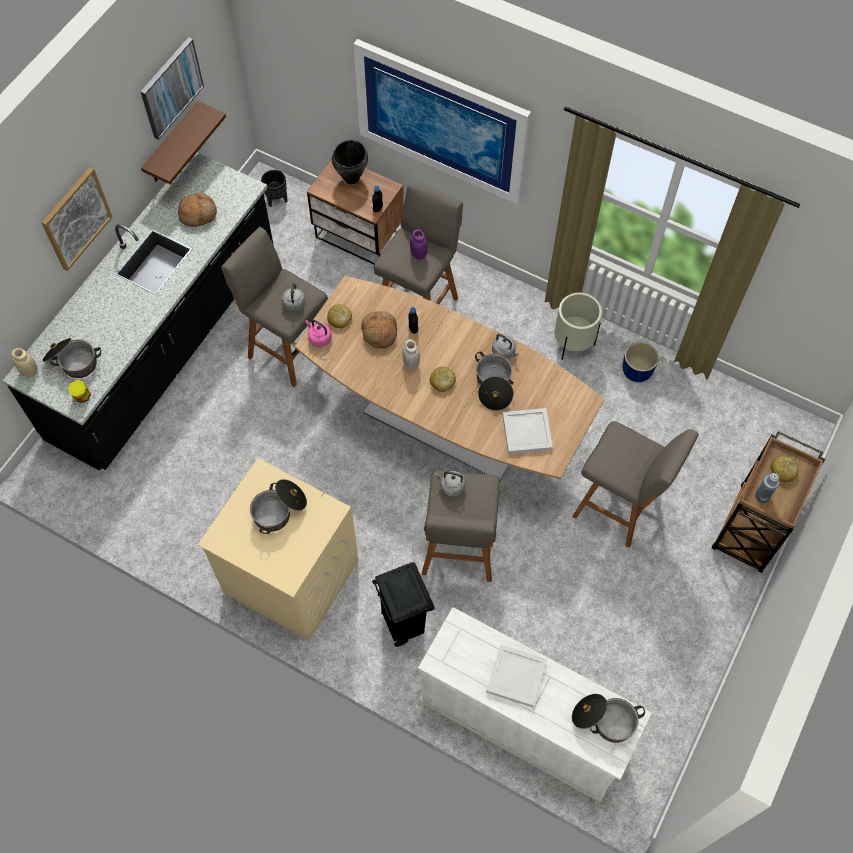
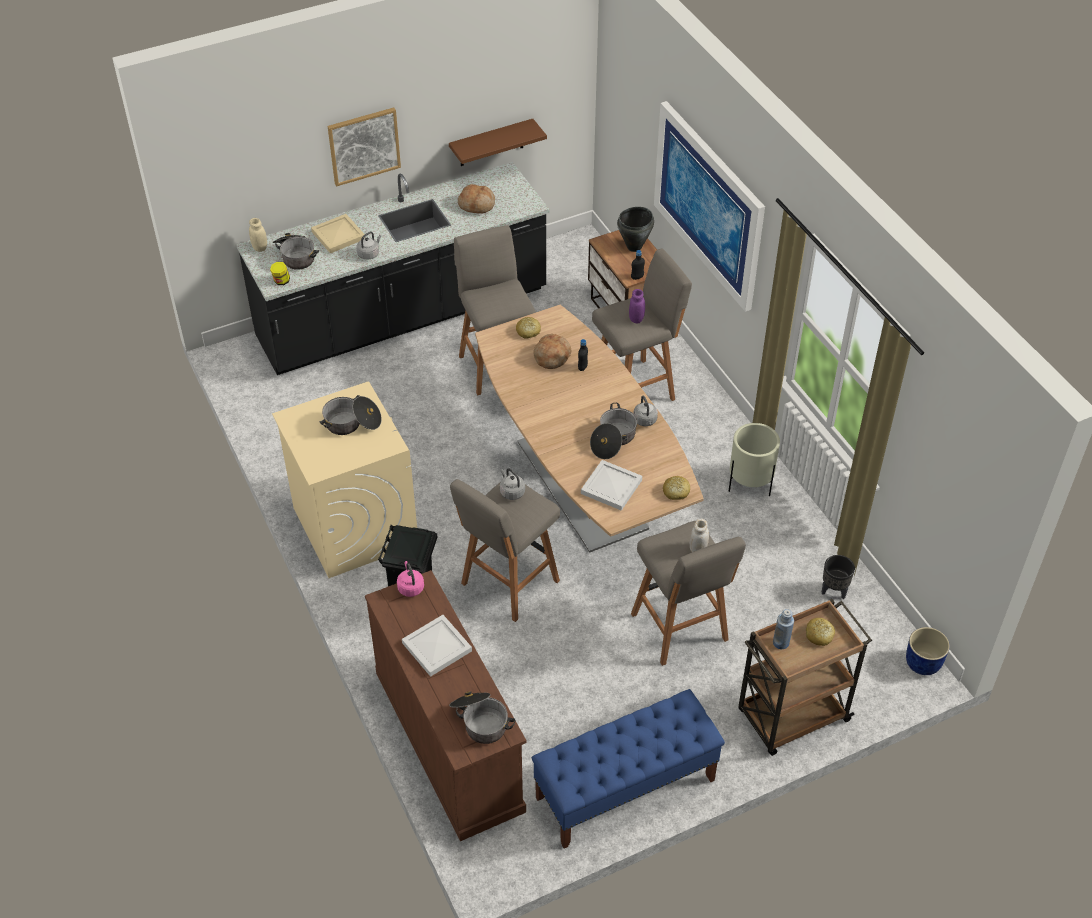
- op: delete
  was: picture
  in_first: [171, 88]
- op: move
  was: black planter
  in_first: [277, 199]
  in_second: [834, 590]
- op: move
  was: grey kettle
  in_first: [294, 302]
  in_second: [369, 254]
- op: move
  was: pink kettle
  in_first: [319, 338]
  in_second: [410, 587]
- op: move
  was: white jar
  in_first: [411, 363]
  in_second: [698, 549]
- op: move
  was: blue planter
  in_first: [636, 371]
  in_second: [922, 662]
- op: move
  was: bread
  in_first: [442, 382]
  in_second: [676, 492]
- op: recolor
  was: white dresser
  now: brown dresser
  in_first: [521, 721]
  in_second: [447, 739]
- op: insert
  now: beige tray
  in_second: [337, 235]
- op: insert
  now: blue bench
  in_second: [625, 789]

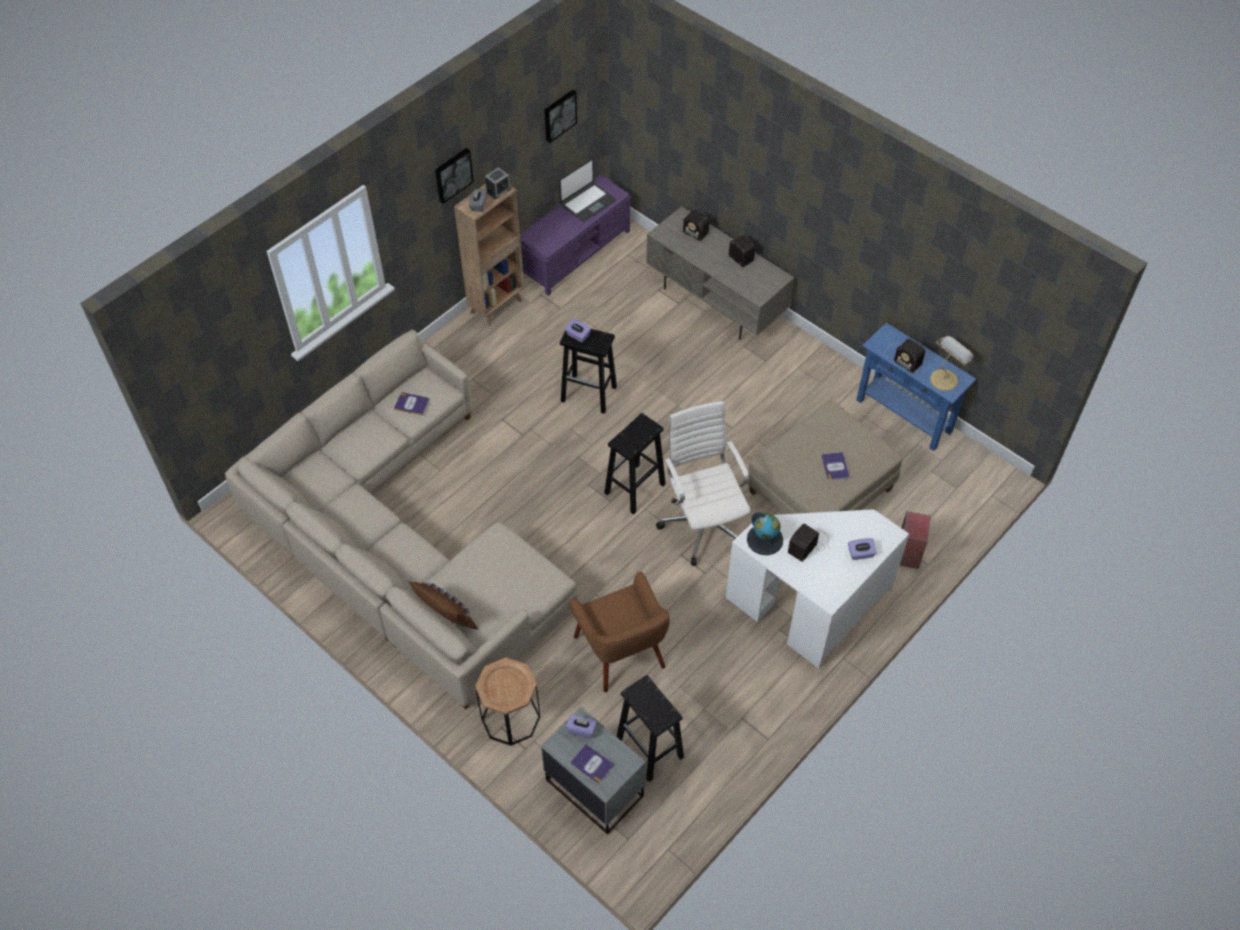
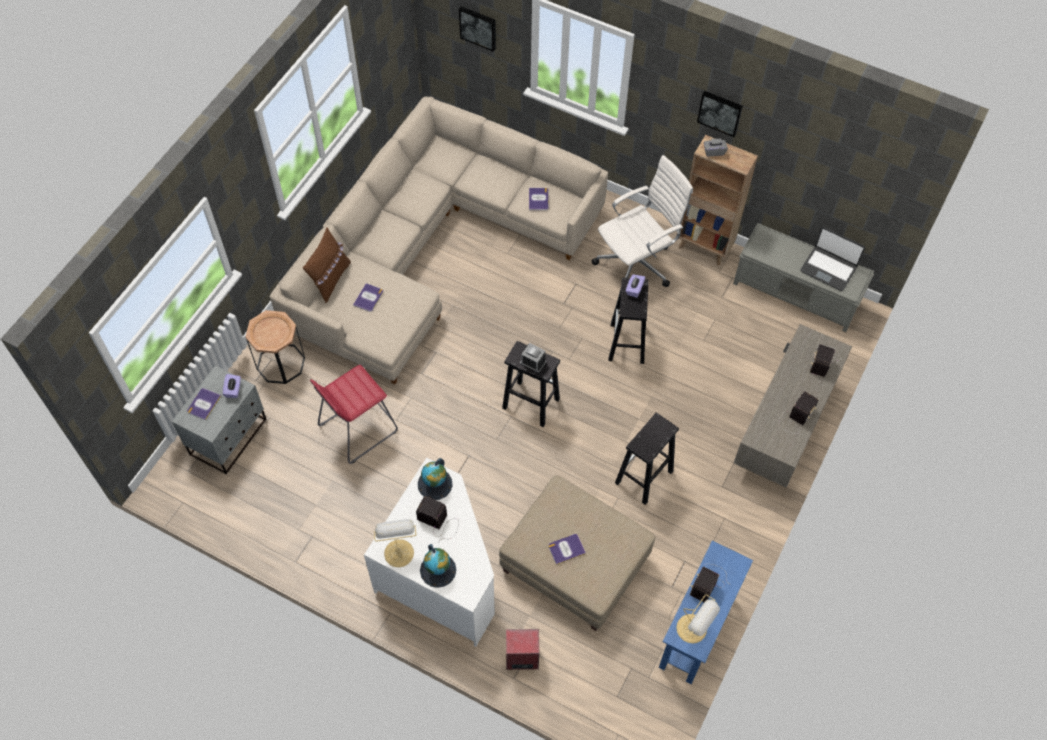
- op: move
  was: picture
  in_first: [559, 115]
  in_second: [478, 27]
- op: move
  was: alarm clock
  in_first: [498, 190]
  in_second: [533, 362]
- op: recolor
  was: purple bench
  now: grey bench
  in_first: [575, 252]
  in_second: [797, 293]
- op: move
  was: white office chair
  in_first: [704, 523]
  in_second: [637, 263]
- op: replace
  was: purple tissue box
  now: globe
  in_first: [860, 554]
  in_second: [438, 570]
- op: replace
  was: brown armchair
  now: red stool
  in_first: [620, 652]
  in_second: [358, 429]
- op: move
  was: black stool
  in_first: [650, 749]
  in_second: [643, 478]
- op: insert
  now: book
  in_second: [368, 298]
- op: insert
  now: table lamp
  in_second: [398, 551]

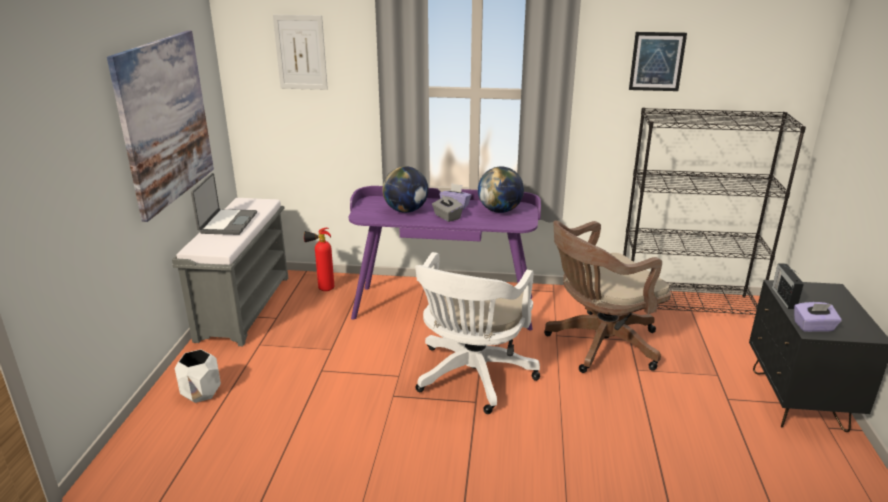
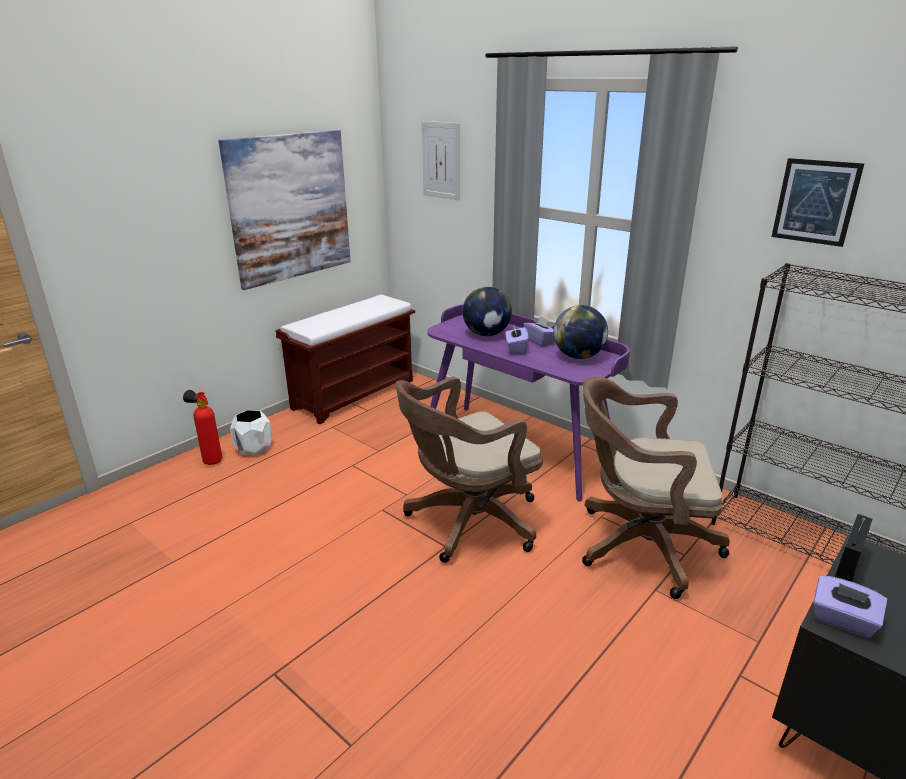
- op: delete
  was: laptop
  in_first: [227, 223]
- op: recolor
  was: grey tissue box
  now: purple tissue box
  in_first: [447, 217]
  in_second: [516, 349]
- op: recolor
  was: grey bench
  now: brown bench
  in_first: [244, 307]
  in_second: [354, 394]
- op: move
  was: fire extinguisher
  in_first: [322, 289]
  in_second: [210, 460]
- op: recolor
  was: white office chair
  now: brown office chair
  in_first: [472, 378]
  in_second: [467, 523]

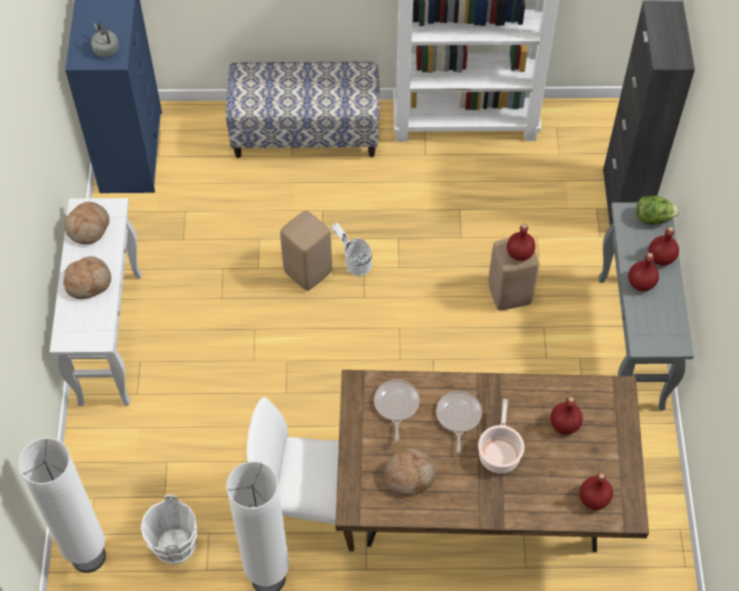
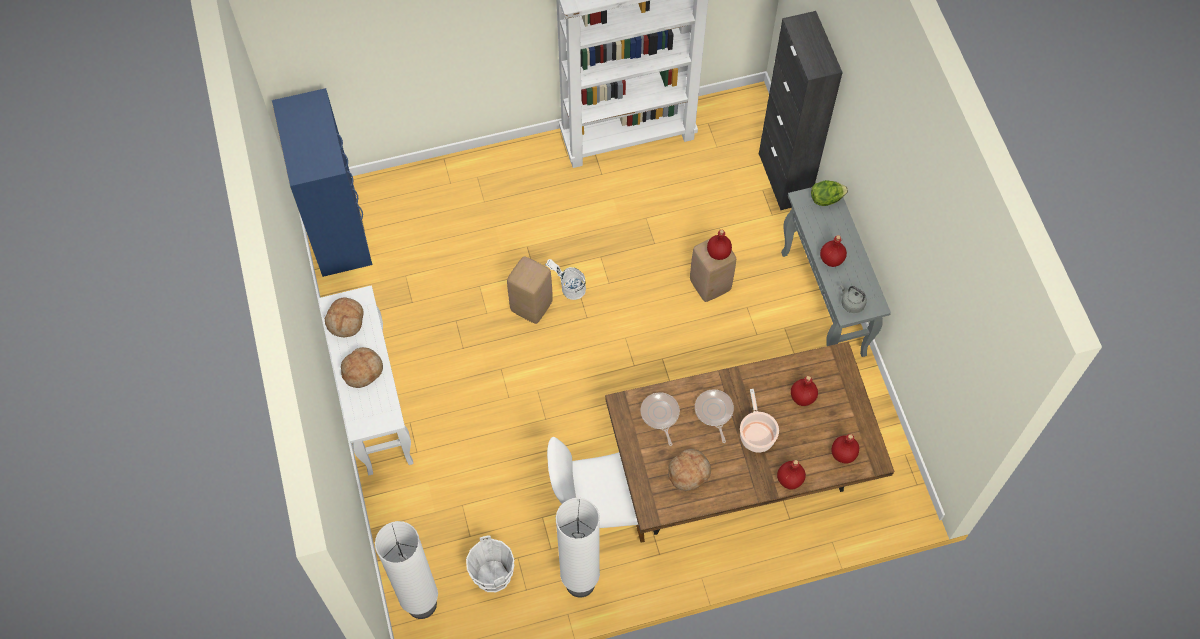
- op: move
  was: grey kettle
  in_first: [105, 48]
  in_second: [851, 303]
- op: delete
  was: bench
  in_first: [305, 133]
- op: move
  was: red bottle
  in_first: [661, 258]
  in_second: [790, 479]

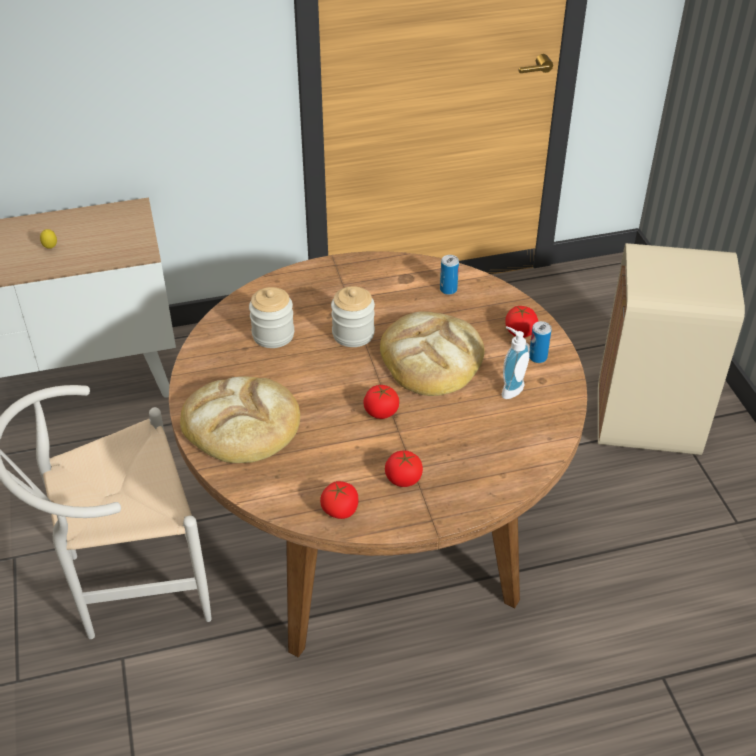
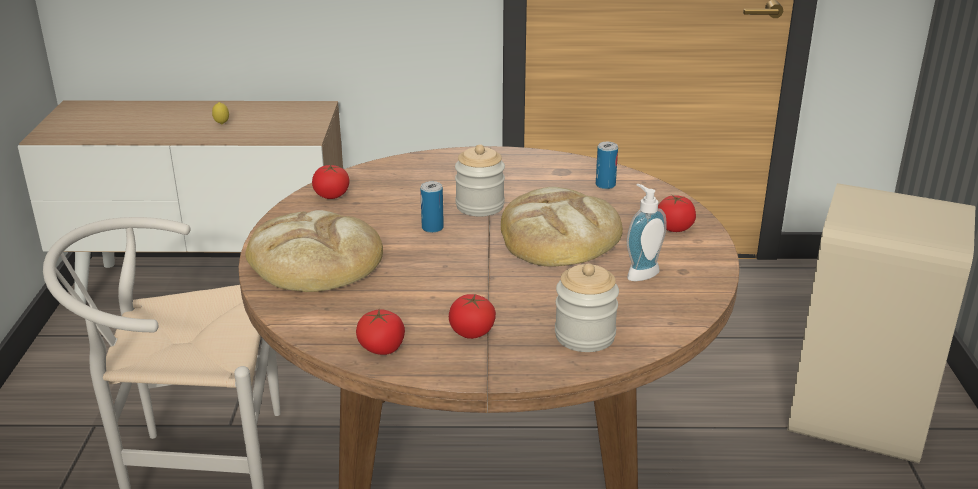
- op: move
  was: jar
  in_first: [273, 335]
  in_second: [585, 336]
- op: move
  was: can
  in_first: [537, 357]
  in_second: [432, 228]
- op: move
  was: tomato
  in_first: [381, 412]
  in_second: [331, 195]

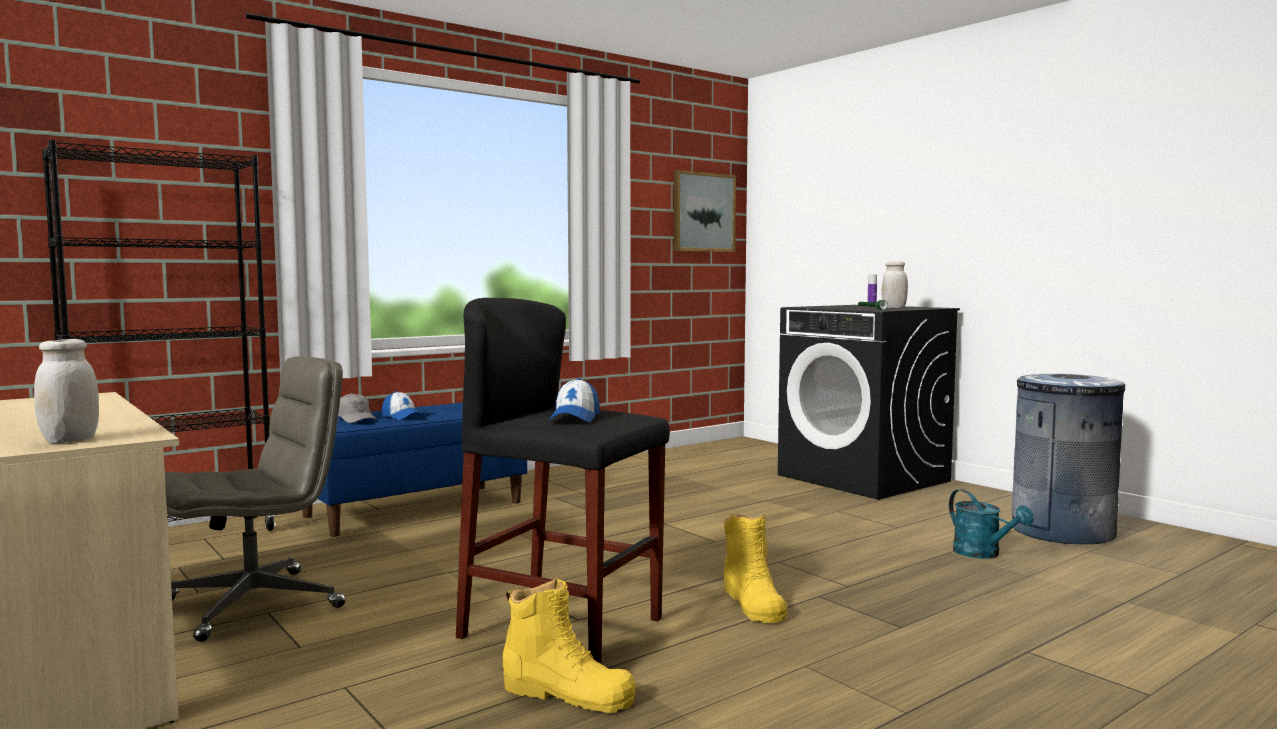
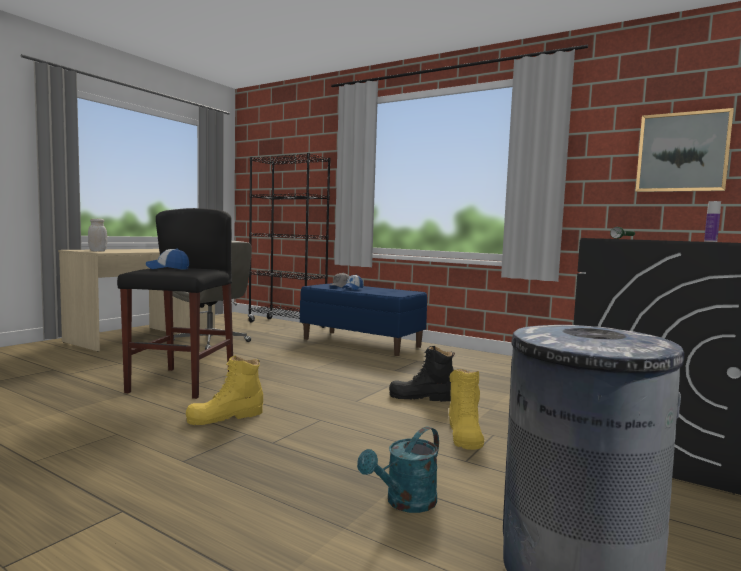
- op: delete
  was: white jar
  in_first: [894, 308]
- op: move
  was: yellow boot
  in_first: [568, 694]
  in_second: [464, 434]
- op: insert
  now: black boot
  in_second: [421, 397]

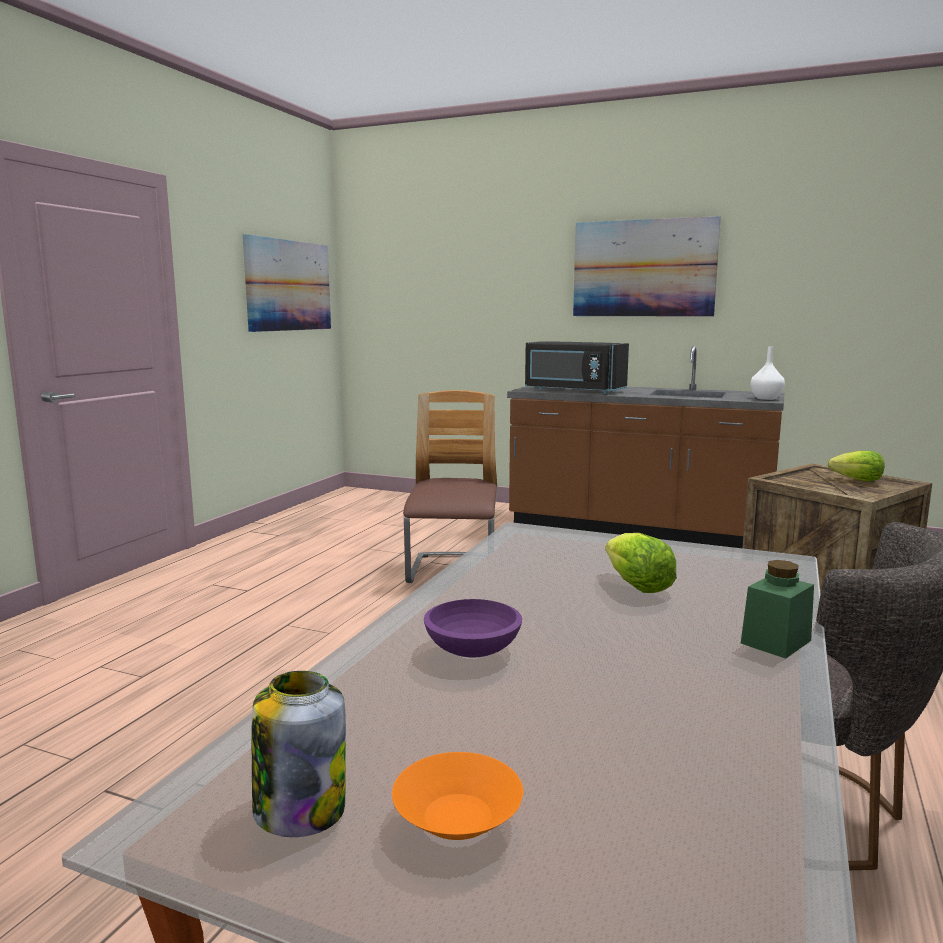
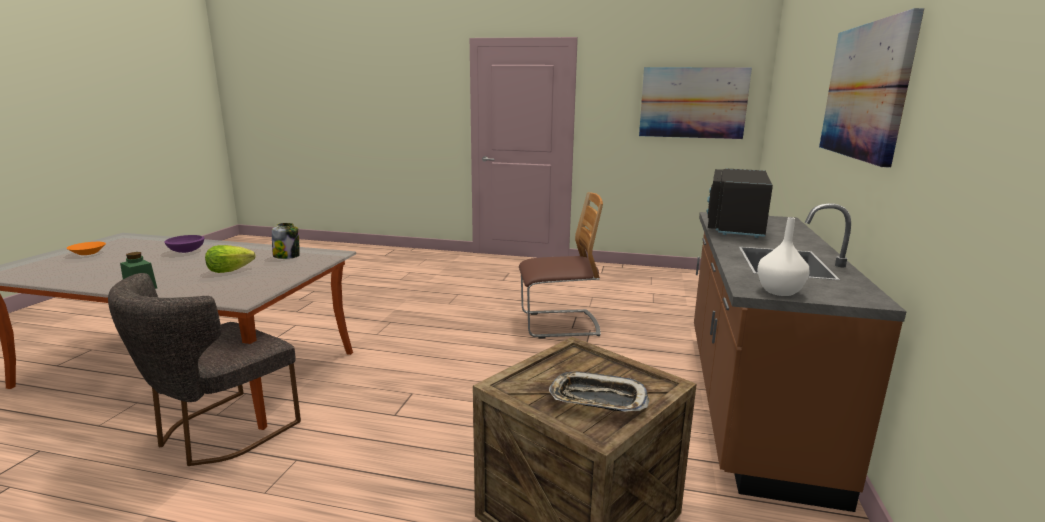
- op: replace
  was: lettuce
  now: tray
  in_first: [857, 480]
  in_second: [597, 399]
- op: move
  was: jar
  in_first: [299, 808]
  in_second: [287, 256]

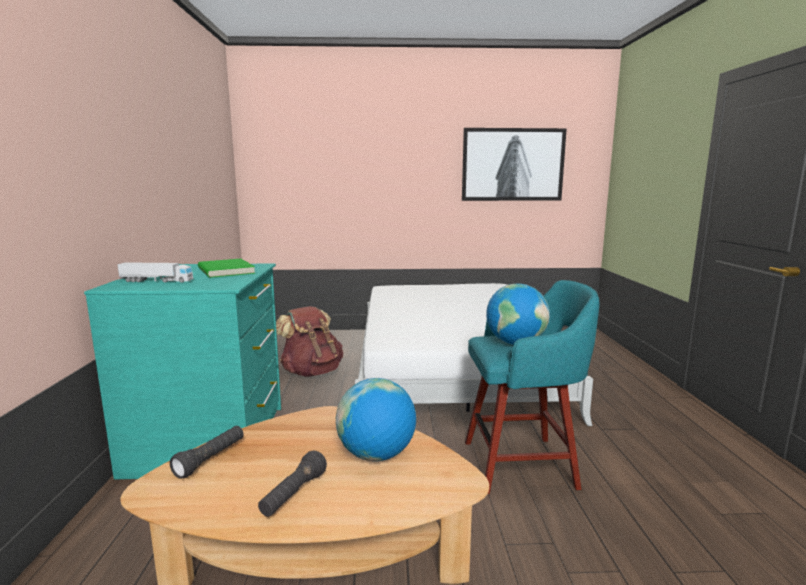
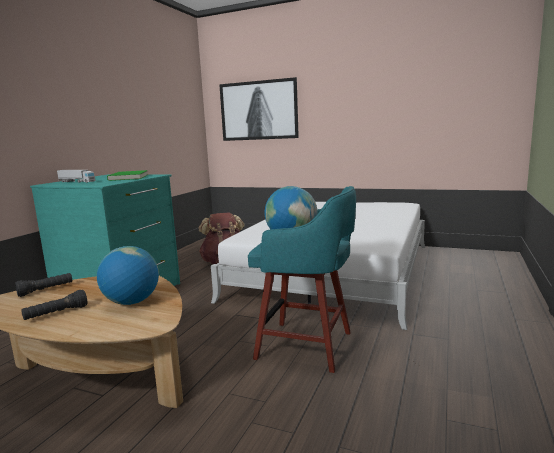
- op: move
  was: picture
  in_first: [512, 165]
  in_second: [259, 110]

